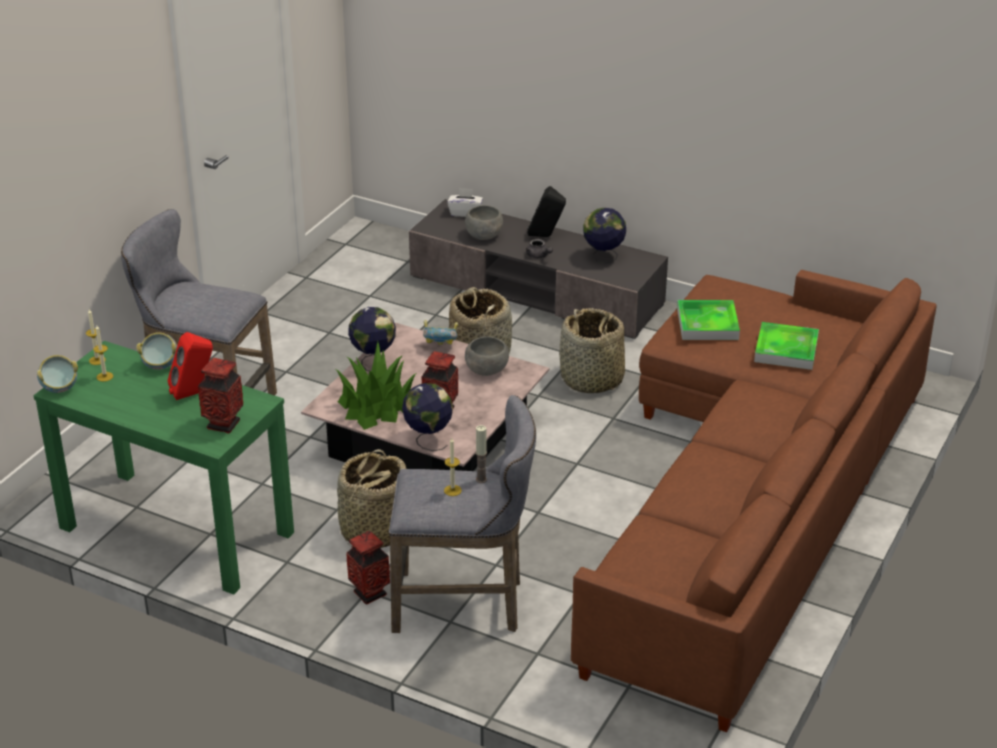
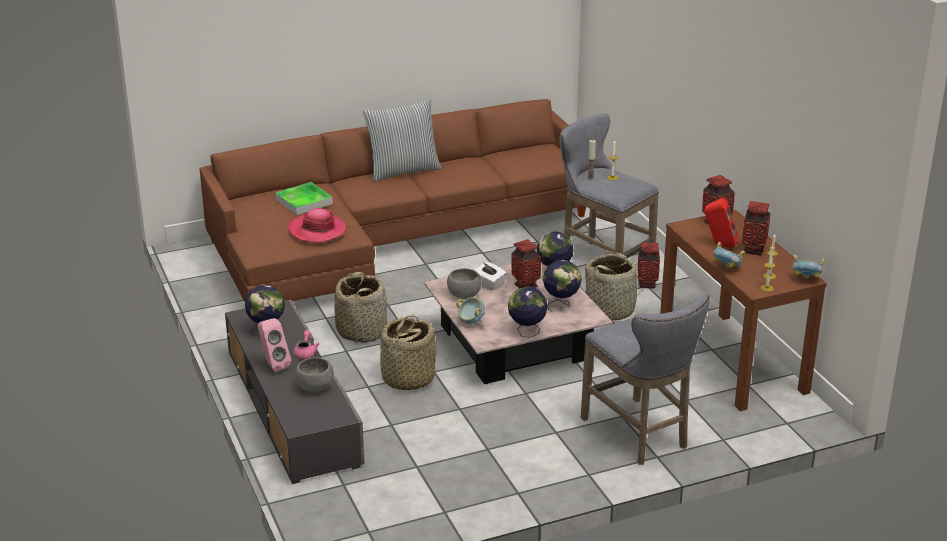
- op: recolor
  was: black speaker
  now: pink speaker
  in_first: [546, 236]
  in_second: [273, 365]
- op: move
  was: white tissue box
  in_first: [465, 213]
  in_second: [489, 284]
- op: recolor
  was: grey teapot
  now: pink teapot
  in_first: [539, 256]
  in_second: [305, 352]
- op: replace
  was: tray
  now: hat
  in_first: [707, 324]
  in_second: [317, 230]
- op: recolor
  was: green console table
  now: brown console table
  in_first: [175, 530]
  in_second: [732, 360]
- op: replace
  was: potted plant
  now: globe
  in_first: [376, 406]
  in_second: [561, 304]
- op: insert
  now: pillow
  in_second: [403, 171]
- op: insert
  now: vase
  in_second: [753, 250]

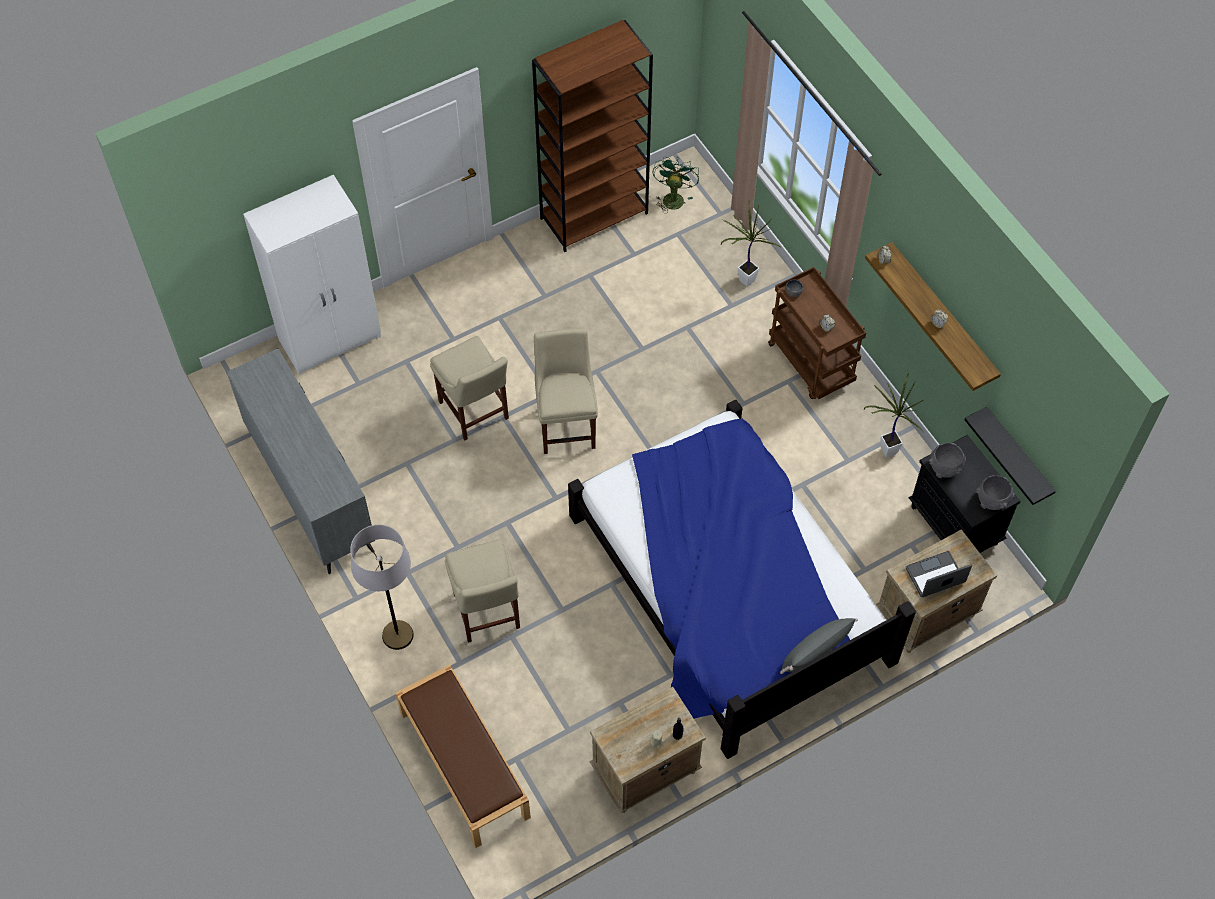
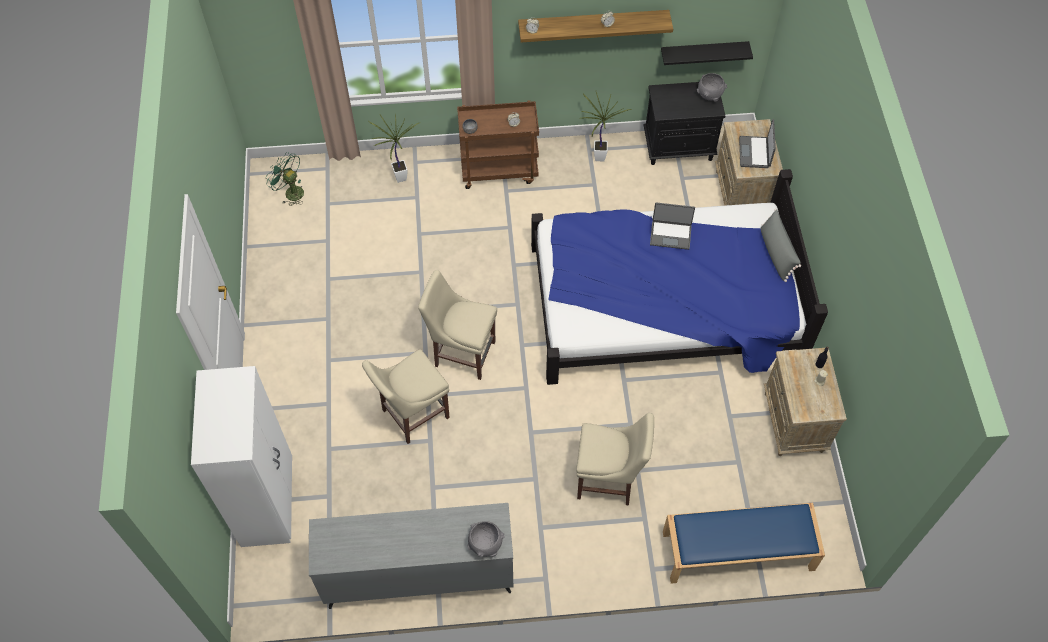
- op: delete
  was: brown bookcase
  in_first: [594, 215]
- op: rotate
  was: beige chair
  in_first: [475, 413]
  in_second: [412, 415]
  clockwise: 150
- op: move
  was: grey bowl
  in_first: [945, 468]
  in_second: [485, 544]
- op: delete
  was: grey floor lamp
  in_first: [397, 635]
- op: recolor
  was: brown bench
  now: blue bench
  in_first: [463, 764]
  in_second: [737, 551]
- op: insert
  now: laptop
  in_second: [670, 234]

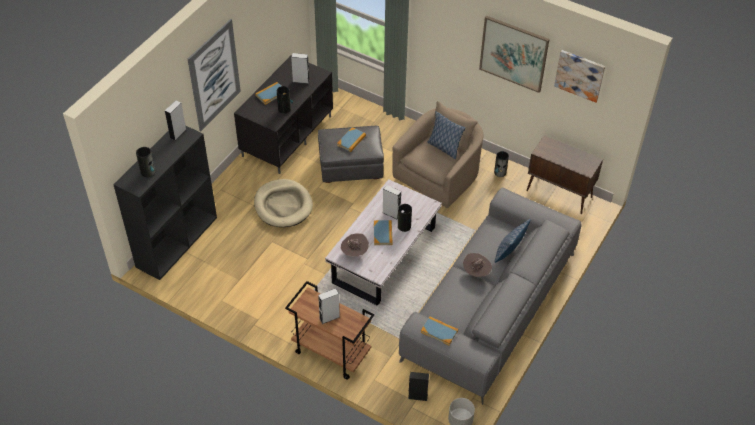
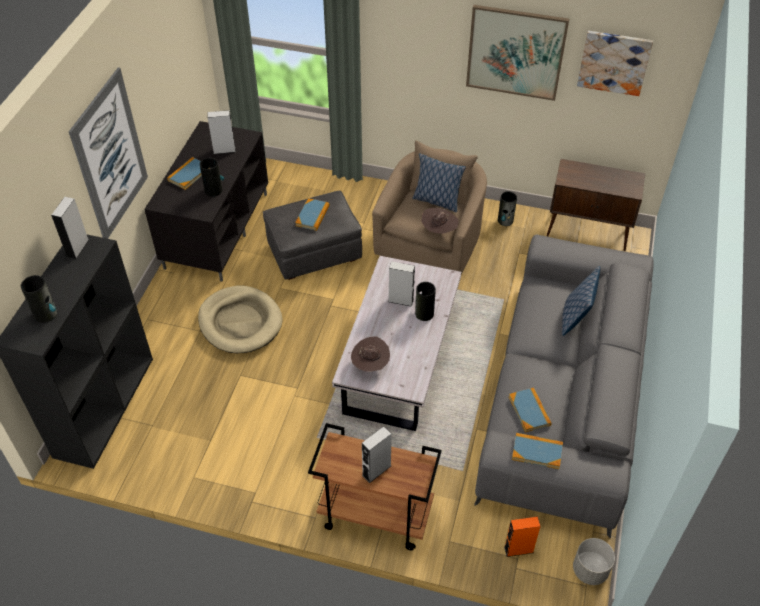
- op: move
  was: book
  in_first: [383, 233]
  in_second: [529, 411]
- op: move
  was: brown hat
  in_first: [476, 272]
  in_second: [439, 231]
- op: recolor
  was: black speaker
  now: orange speaker
  in_first: [417, 396]
  in_second: [518, 549]

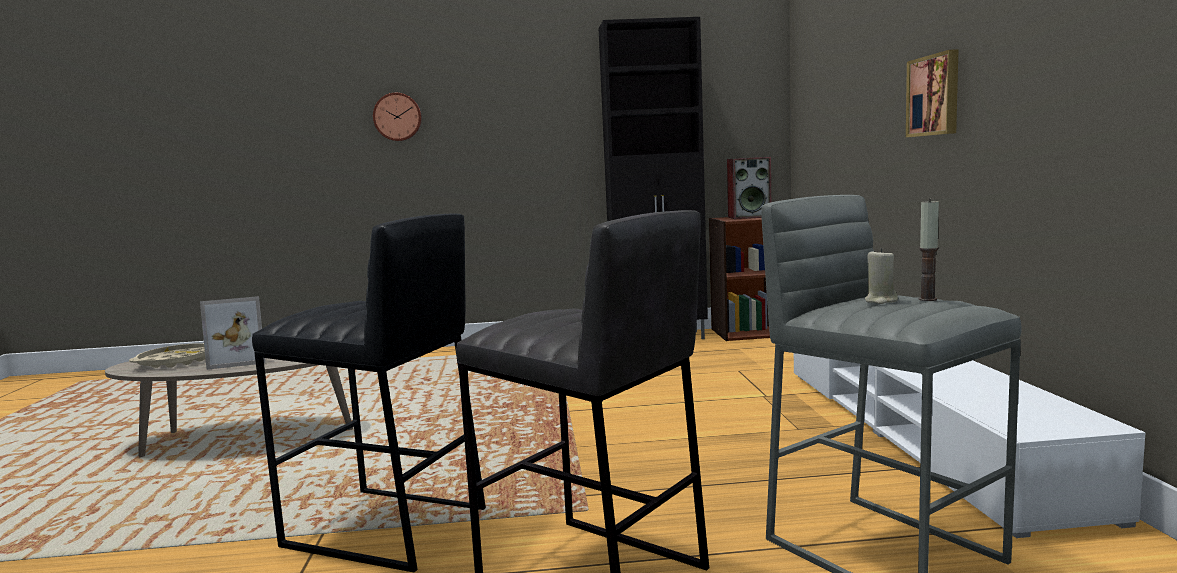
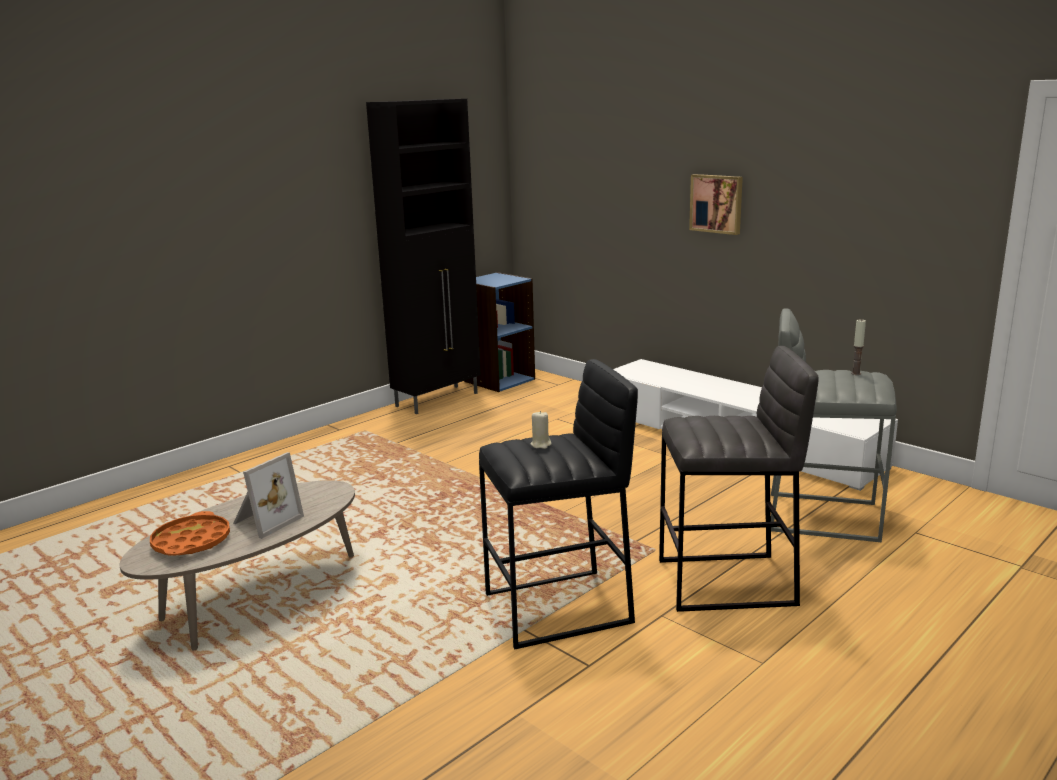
- op: delete
  was: wall clock
  in_first: [397, 117]
- op: delete
  was: speaker
  in_first: [749, 217]
- op: recolor
  was: brown bookcase
  now: blue bookcase
  in_first: [746, 332]
  in_second: [499, 380]
- op: move
  was: beige candle
  in_first: [880, 301]
  in_second: [541, 444]
- op: recolor
  was: beige tray
  now: orange tray
  in_first: [176, 361]
  in_second: [191, 542]

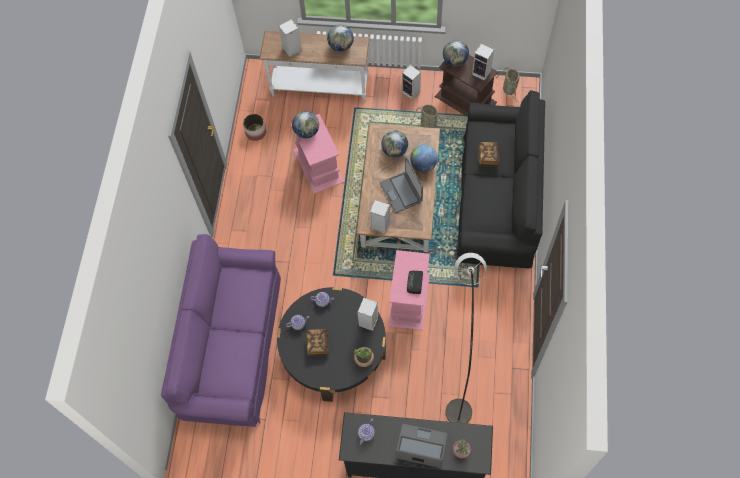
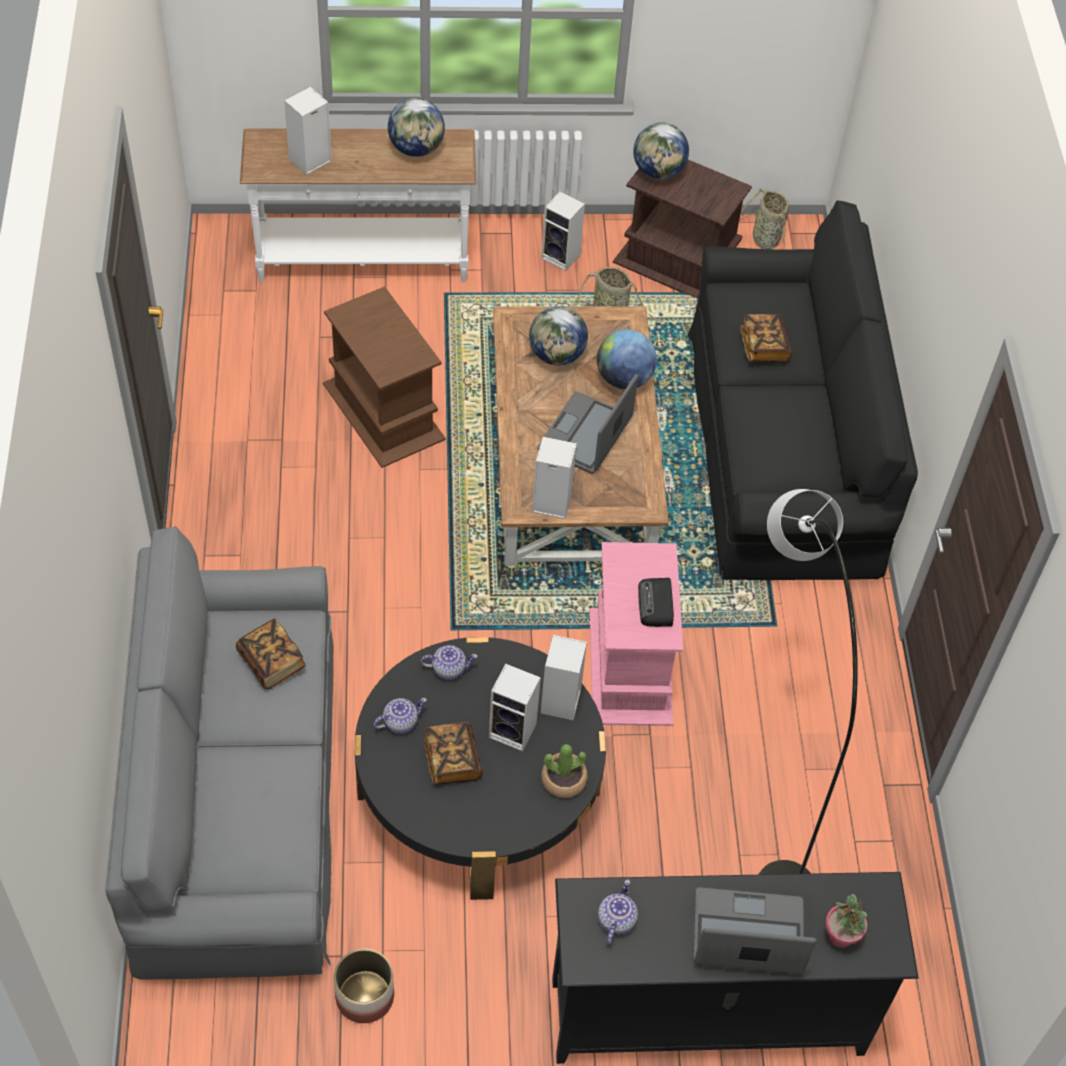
- op: move
  was: speaker
  in_first: [482, 73]
  in_second: [514, 731]
- op: delete
  was: globe
  in_first: [306, 132]
- op: move
  was: planter
  in_first: [256, 132]
  in_second: [365, 996]
- op: recolor
  was: pink side table
  now: brown side table
  in_first: [318, 165]
  in_second: [383, 410]
- op: rotate
  was: laptop
  in_first: [401, 192]
  in_second: [586, 435]
  clockwise: 60
- op: recolor
  was: purple sofa
  now: grey sofa
  in_first: [232, 346]
  in_second: [240, 802]
- op: insert
  now: book
  in_second: [272, 662]

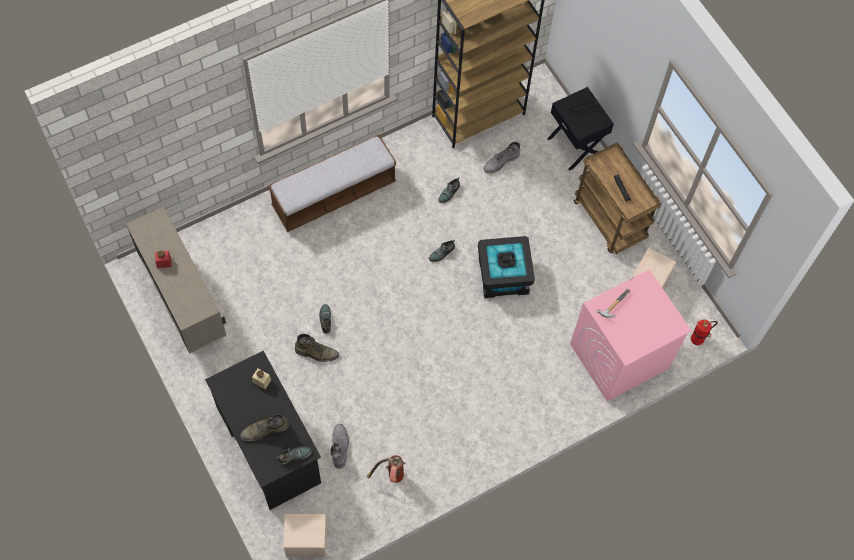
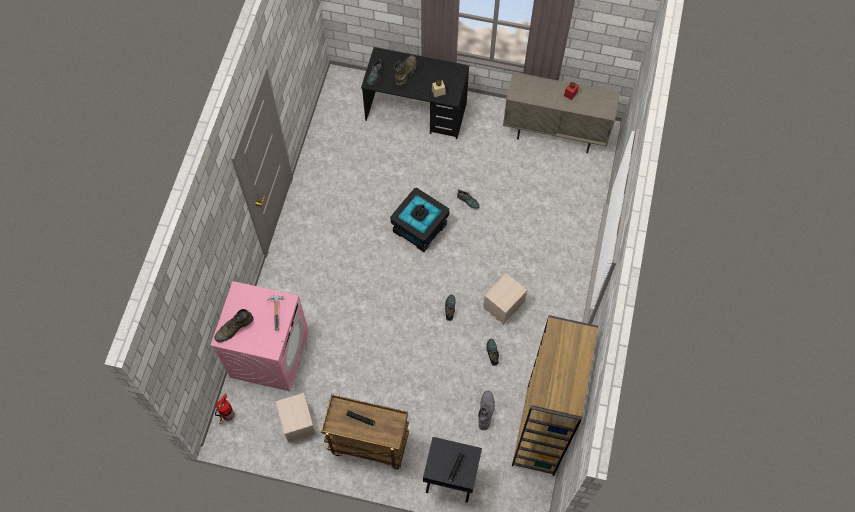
- op: delete
  was: bench
  in_first: [334, 195]
- op: move
  was: black storage box
  in_first: [503, 276]
  in_second: [419, 227]
- op: move
  was: green boot
  in_first: [317, 353]
  in_second: [234, 328]
- op: delete
  was: grey boot
  in_first: [339, 446]
- op: delete
  was: fire extinguisher
  in_first: [390, 478]
- op: move
  was: beige storage box
  in_first: [306, 541]
  in_second: [503, 304]

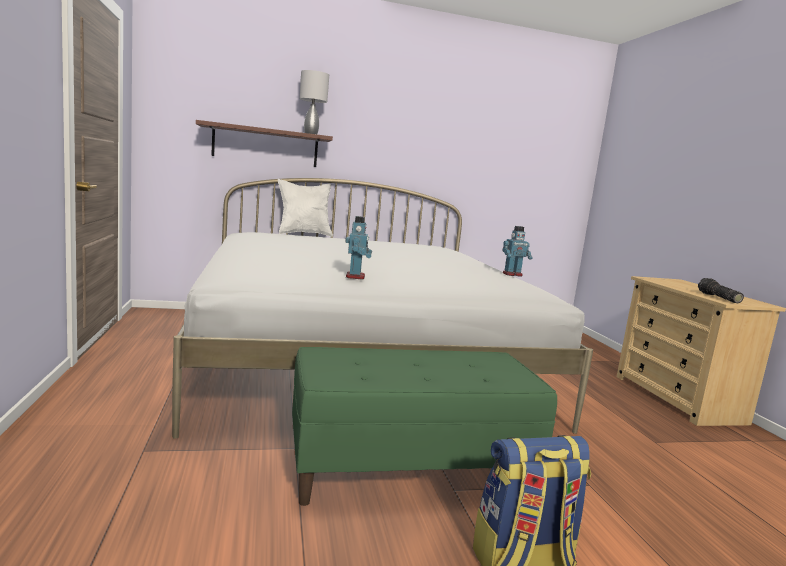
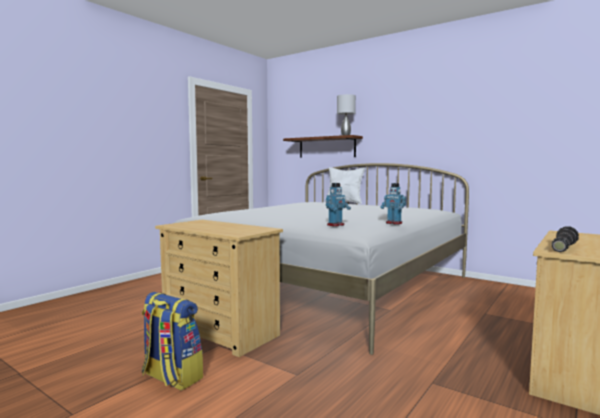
- op: move
  was: toy robot
  in_first: [356, 277]
  in_second: [336, 225]
- op: replace
  was: green bench
  now: beige dresser
  in_first: [410, 470]
  in_second: [220, 331]

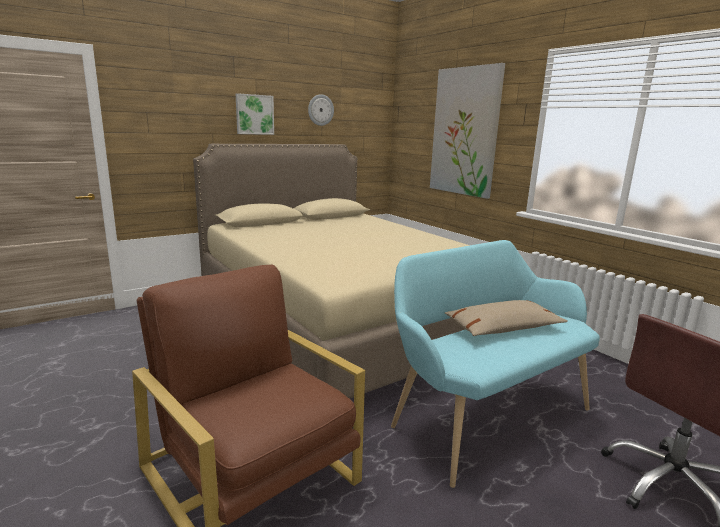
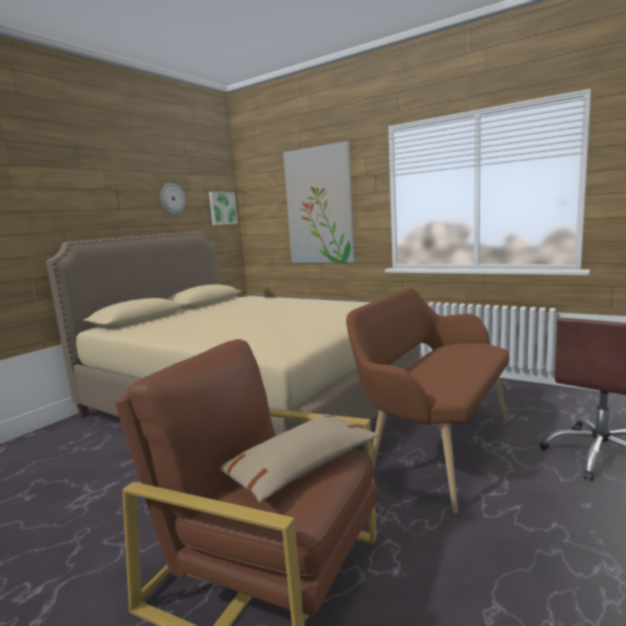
- op: move
  was: picture
  in_first: [254, 114]
  in_second: [222, 208]
- op: recolor
  was: turquoise bench
  now: brown bench
  in_first: [484, 414]
  in_second: [434, 447]
- op: move
  was: beige pillow
  in_first: [502, 328]
  in_second: [301, 467]

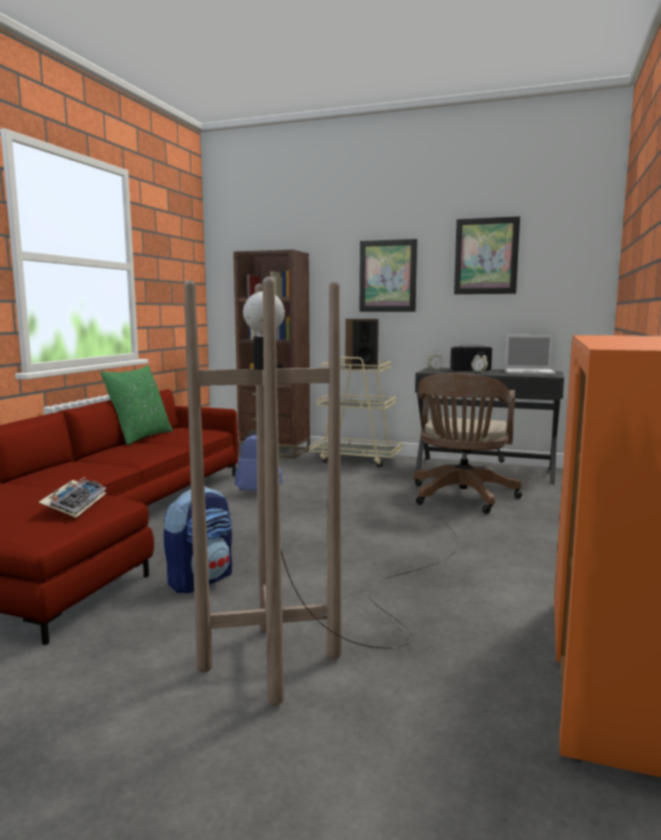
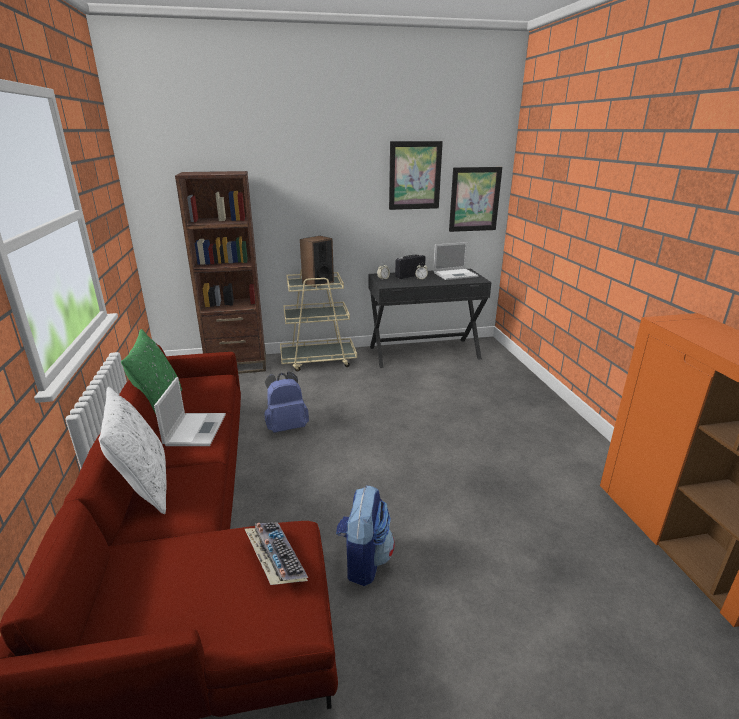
- op: move
  was: picture
  in_first: [387, 276]
  in_second: [474, 199]
- op: delete
  was: brown floor lamp
  in_first: [346, 622]
- op: delete
  was: brown office chair
  in_first: [461, 498]
- op: insert
  now: laptop
  in_second: [195, 429]
- op: insert
  now: white pillow
  in_second: [144, 486]

